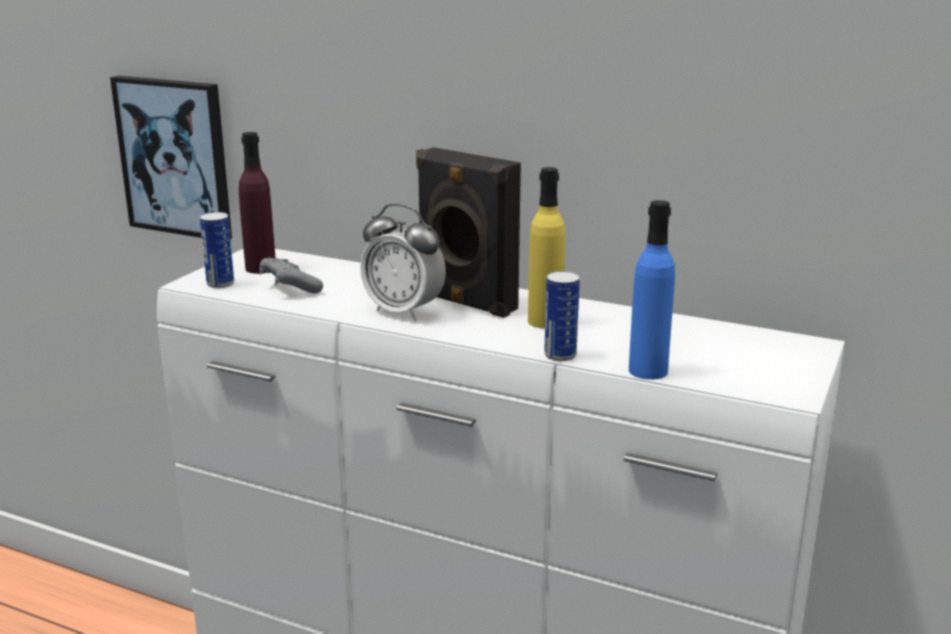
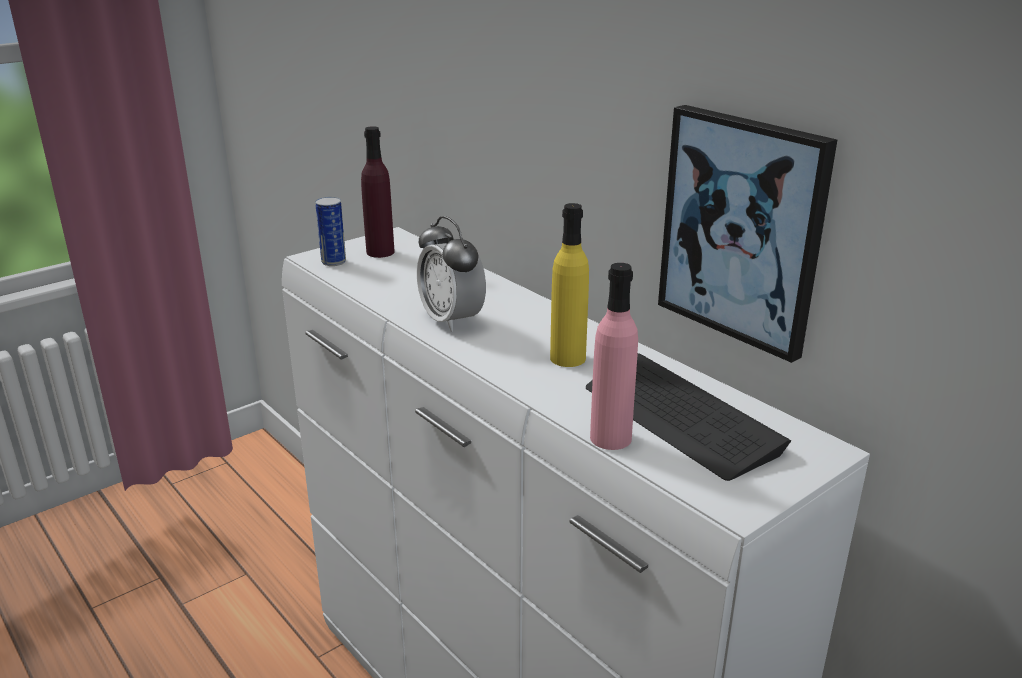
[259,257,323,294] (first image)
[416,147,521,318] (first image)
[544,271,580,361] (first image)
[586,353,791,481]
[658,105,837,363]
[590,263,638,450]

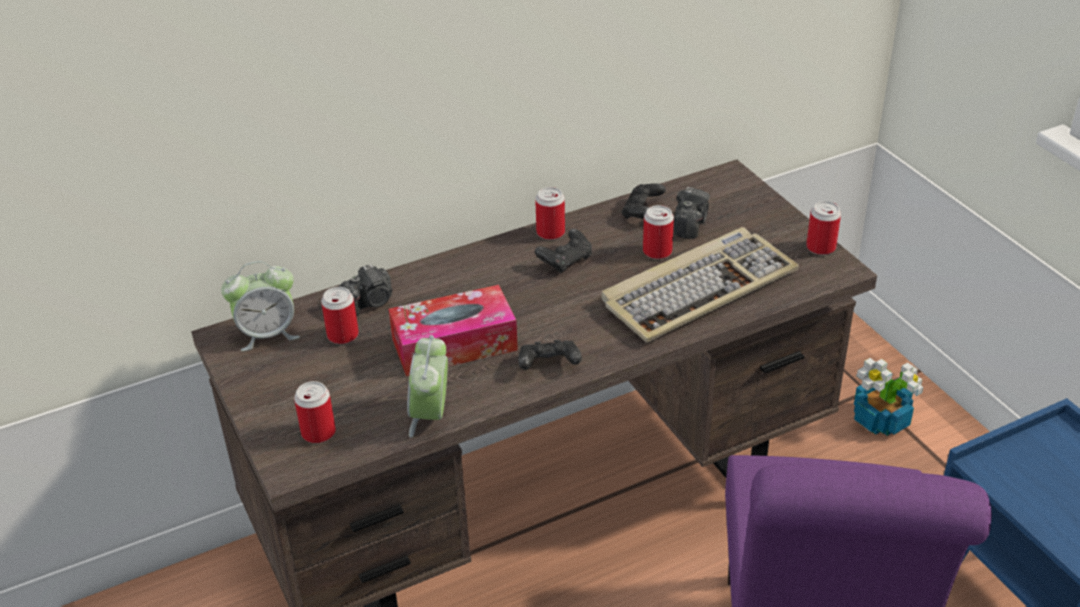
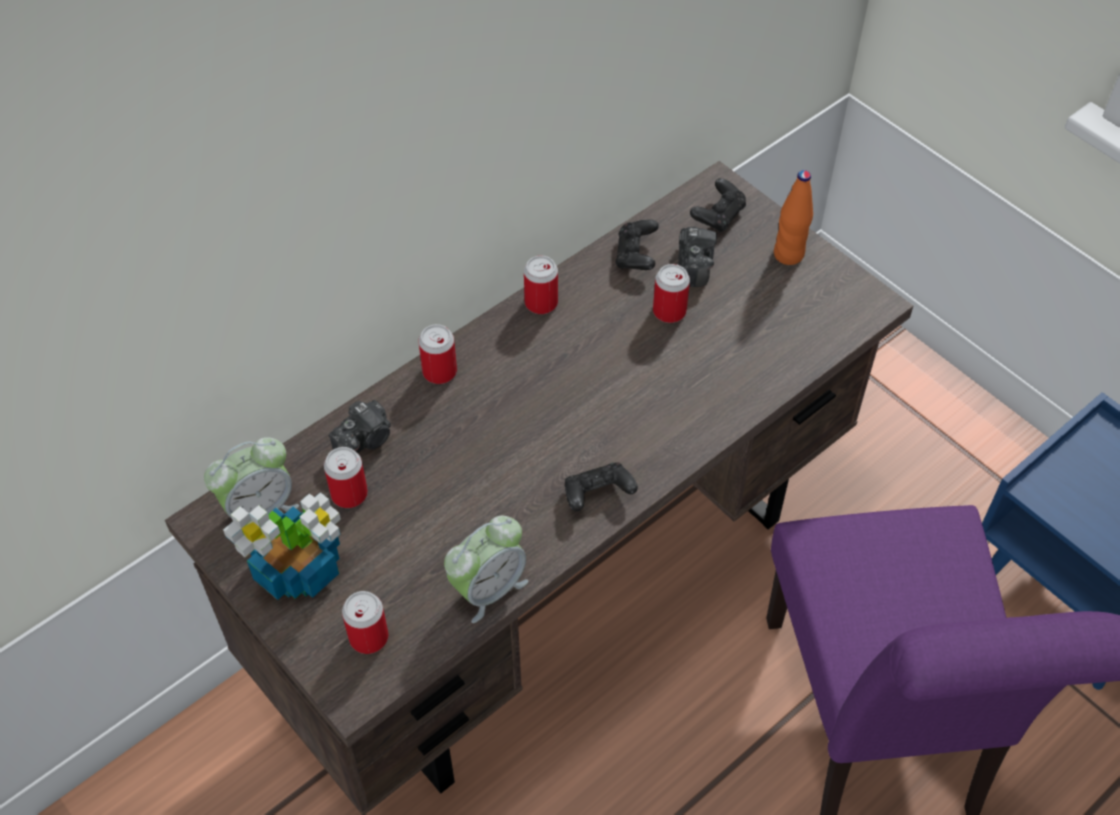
[389,285,518,376] (first image)
[601,227,799,343] (first image)
[774,170,813,265]
[690,178,746,233]
[418,324,457,384]
[223,492,341,600]
[444,516,528,623]

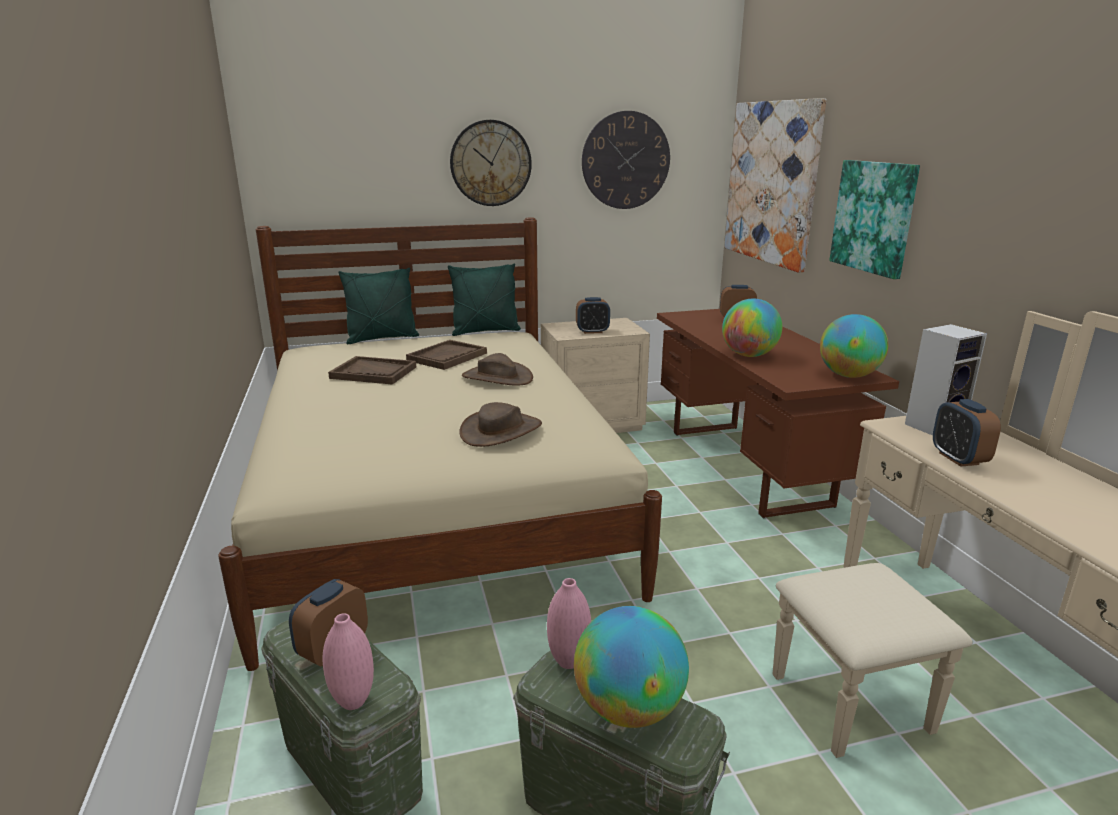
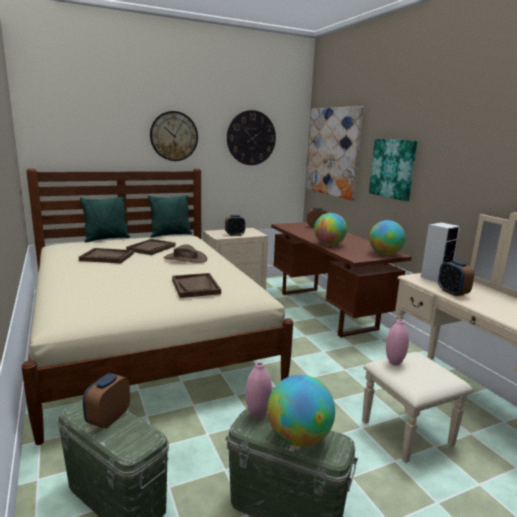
[386,319,409,365]
[172,273,221,298]

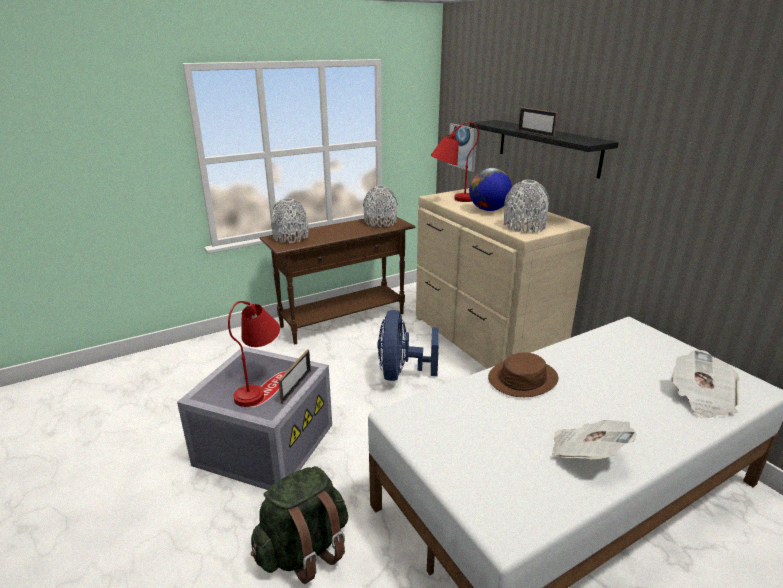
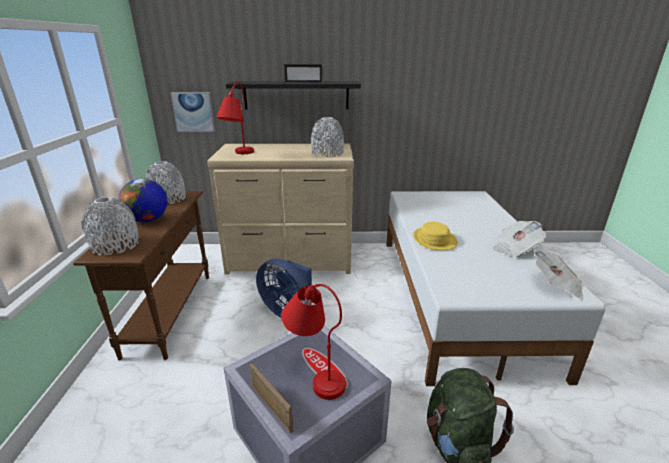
[250,363,293,433]
[118,179,167,223]
[534,250,583,299]
[413,222,458,250]

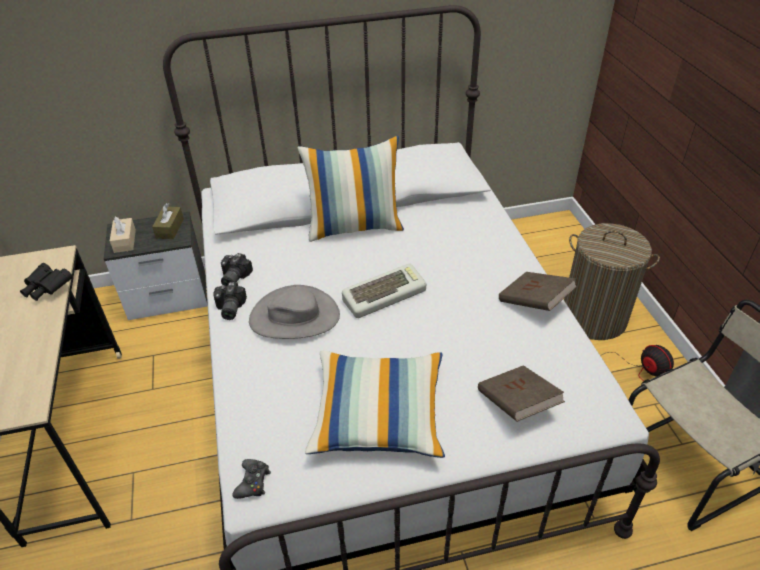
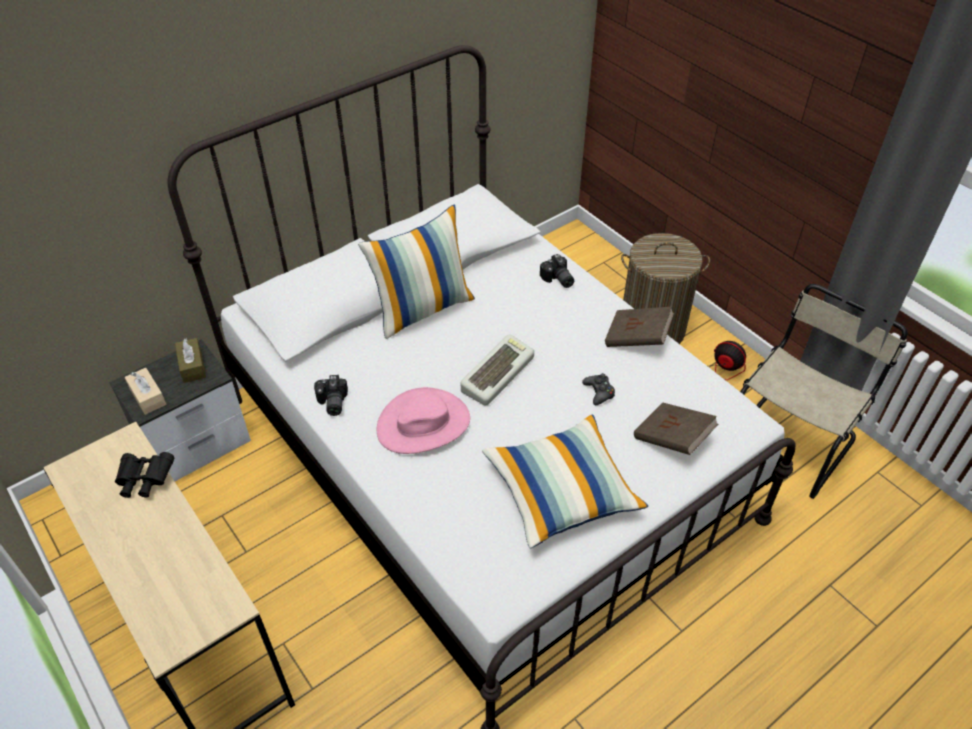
[540,254,574,288]
[582,373,615,405]
[377,387,470,454]

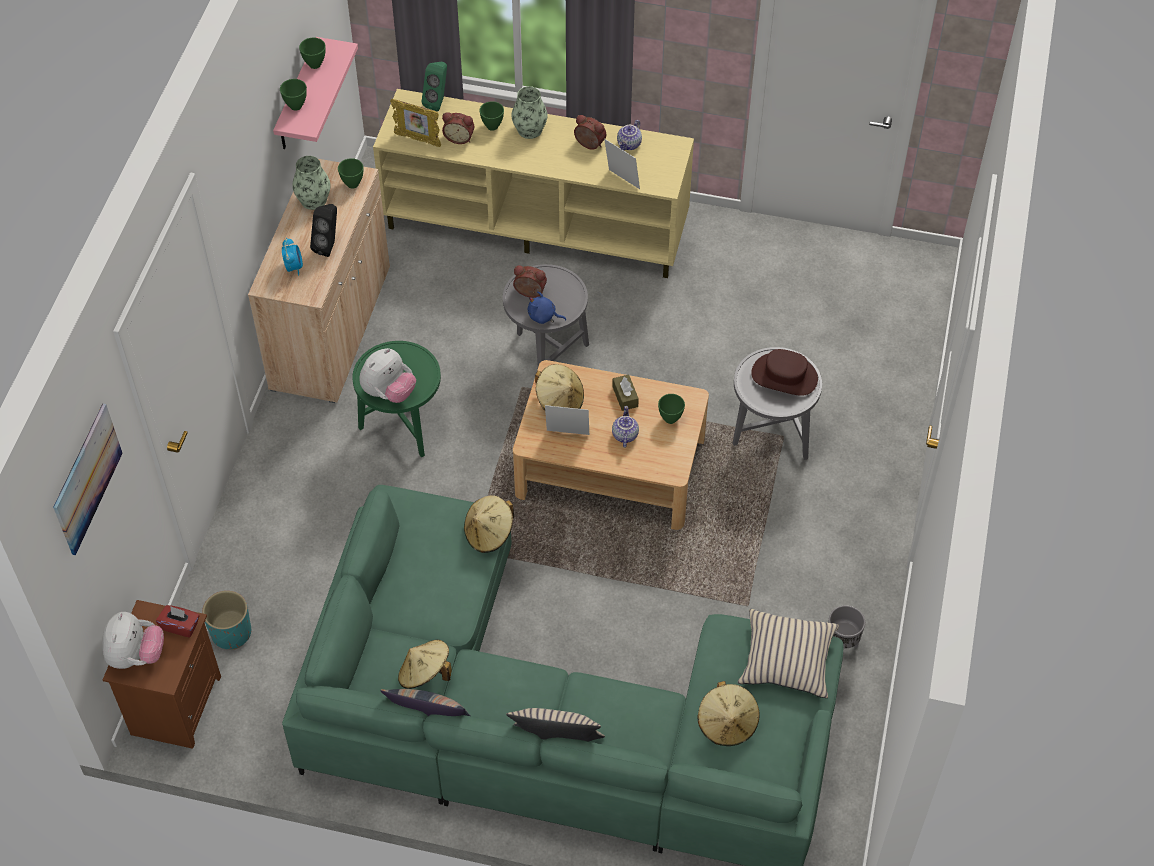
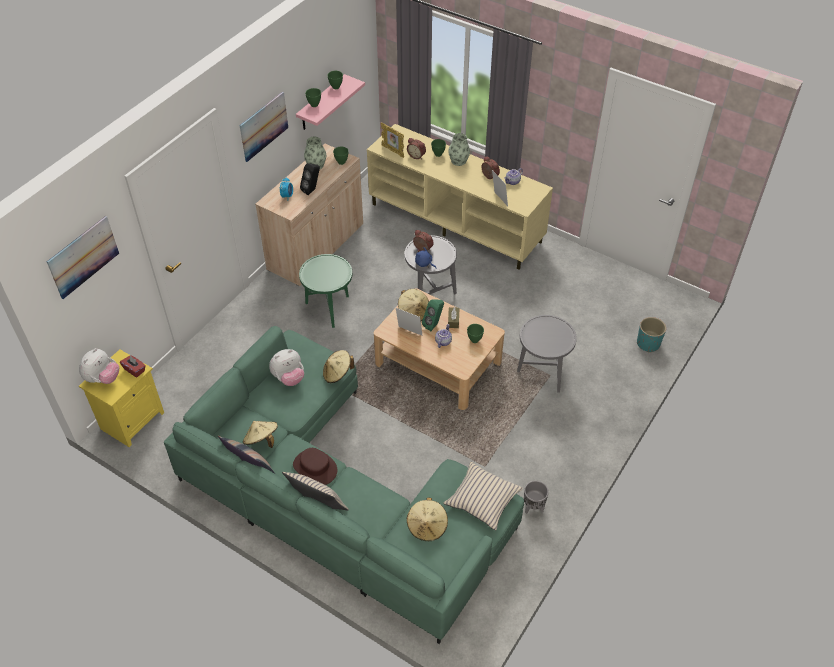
[239,91,288,162]
[637,317,666,353]
[269,349,304,386]
[422,299,444,331]
[293,448,337,485]
[79,349,164,447]

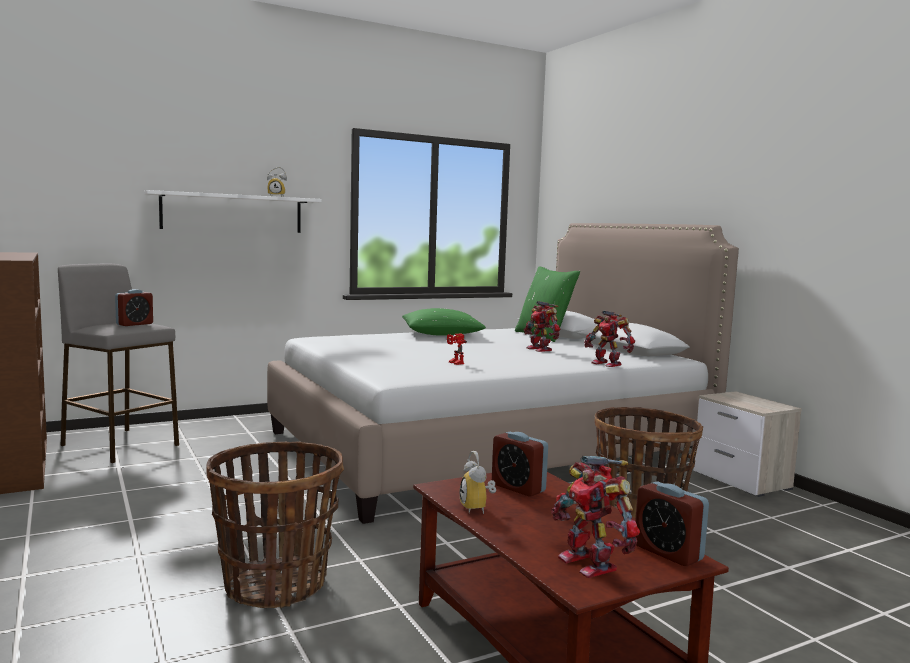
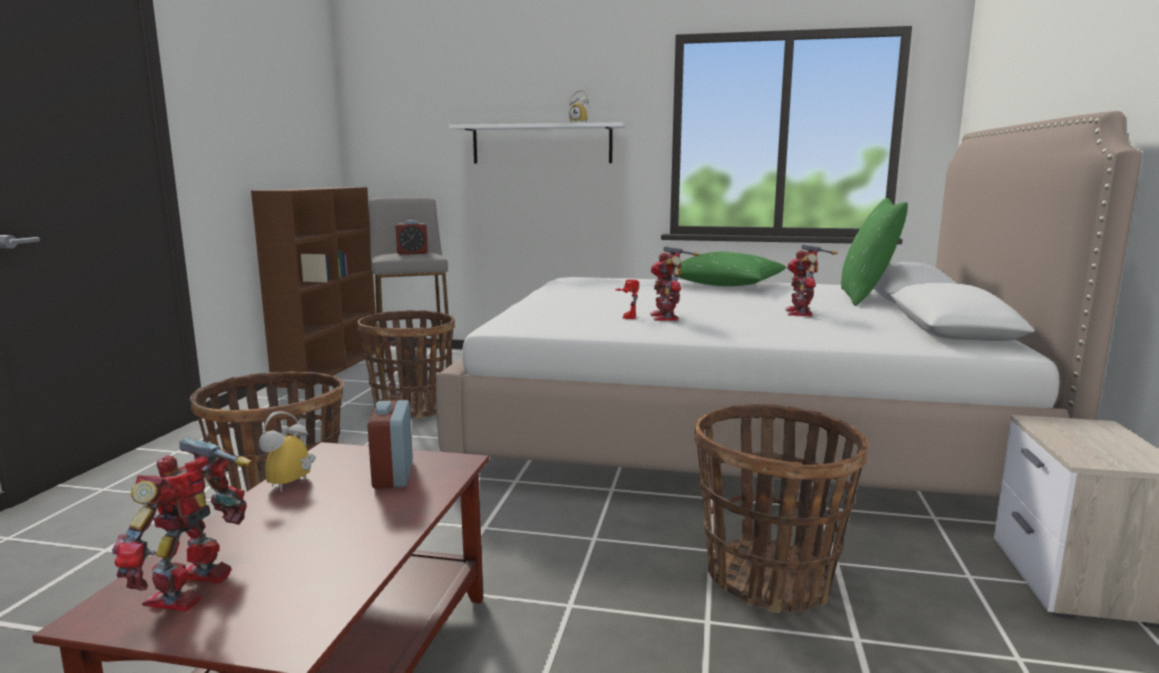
[635,481,709,566] (first image)
[357,310,455,419]
[650,246,700,321]

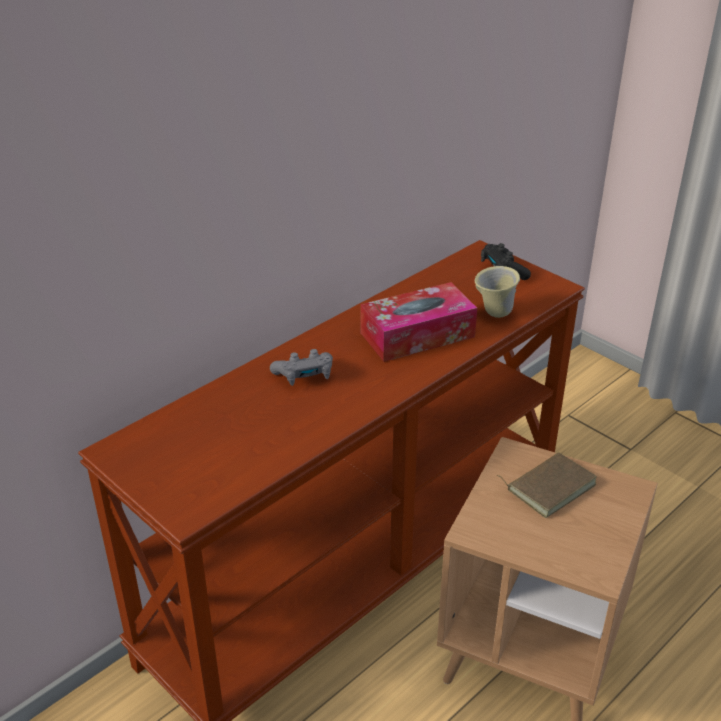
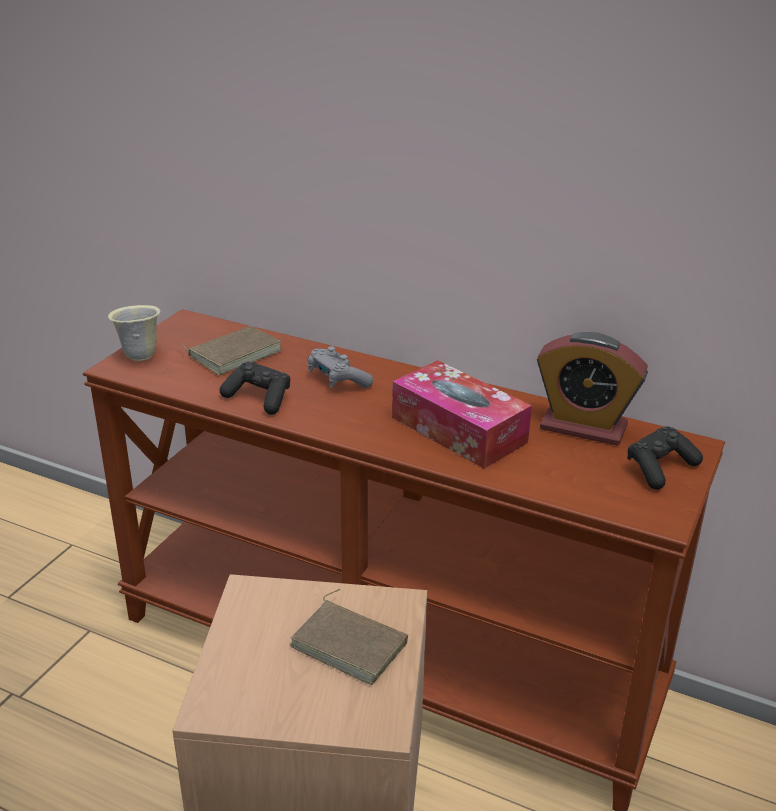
[179,326,281,375]
[219,362,290,415]
[537,332,648,446]
[108,305,160,361]

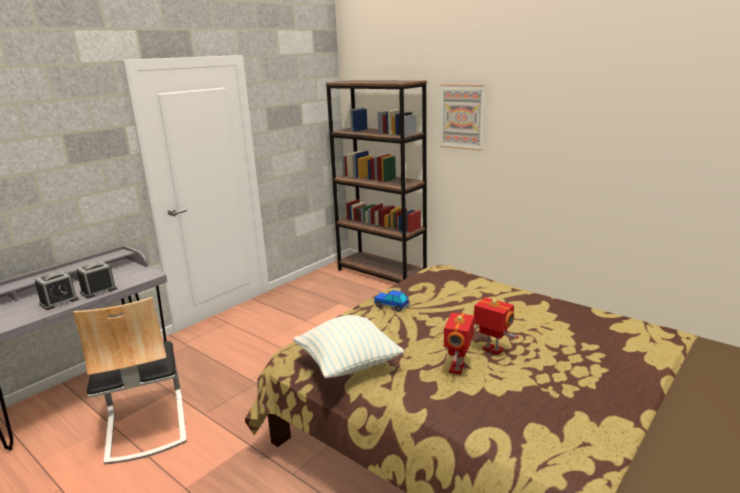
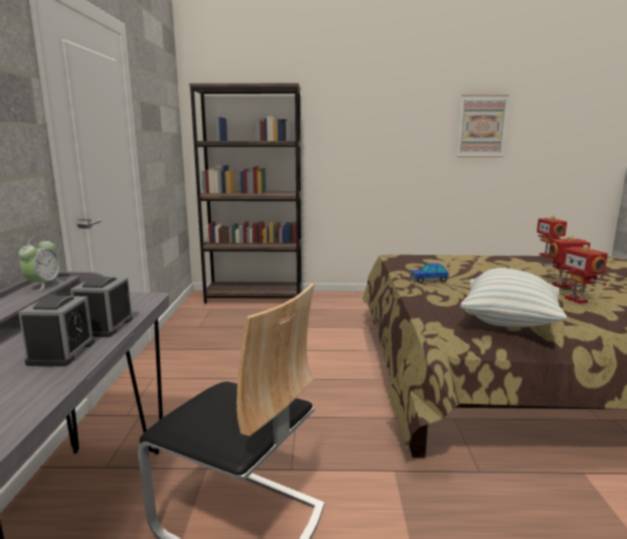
[19,237,63,291]
[537,216,567,258]
[457,95,509,157]

